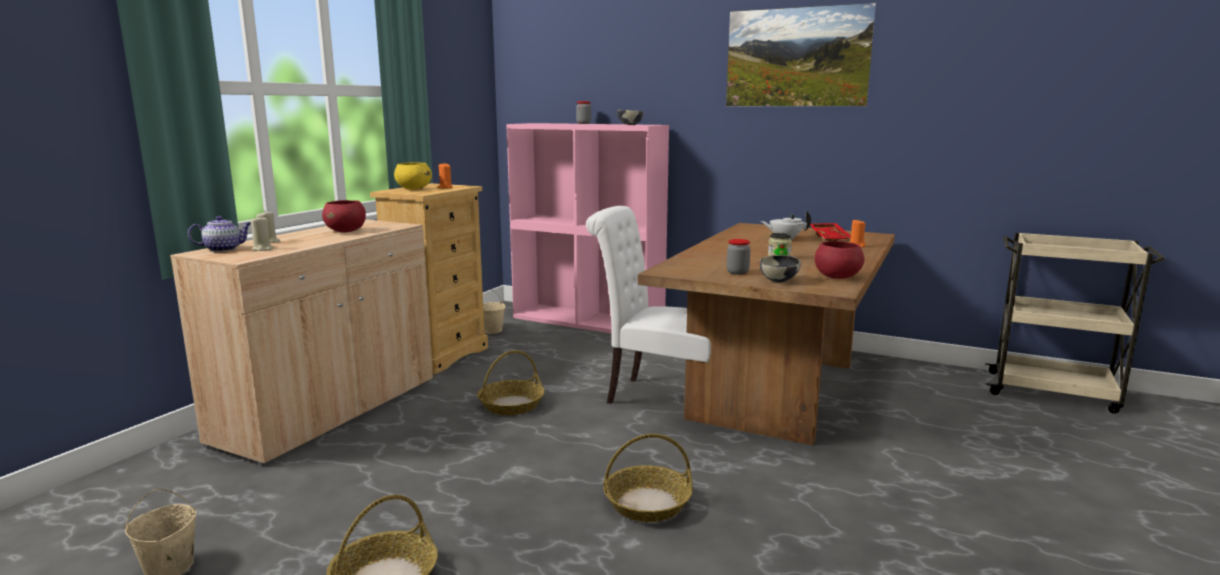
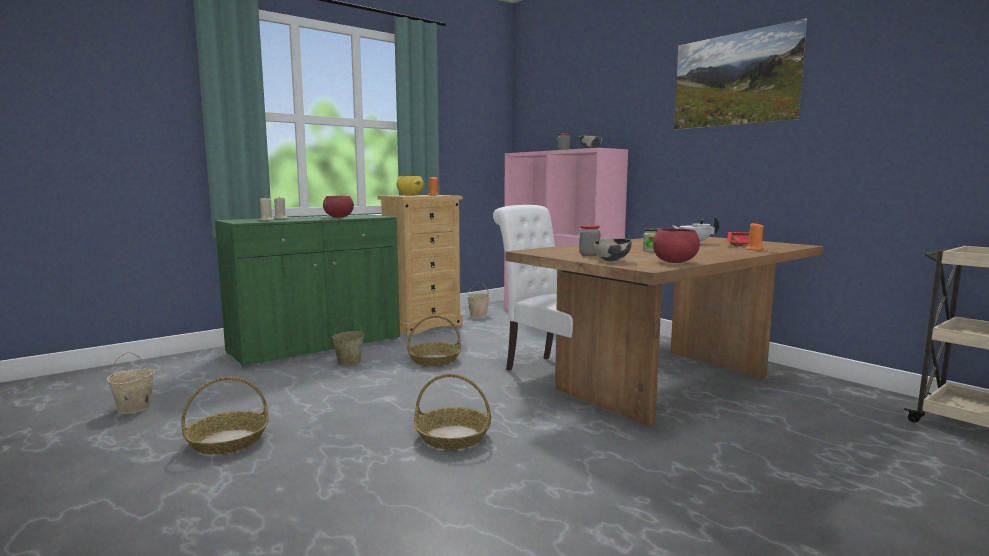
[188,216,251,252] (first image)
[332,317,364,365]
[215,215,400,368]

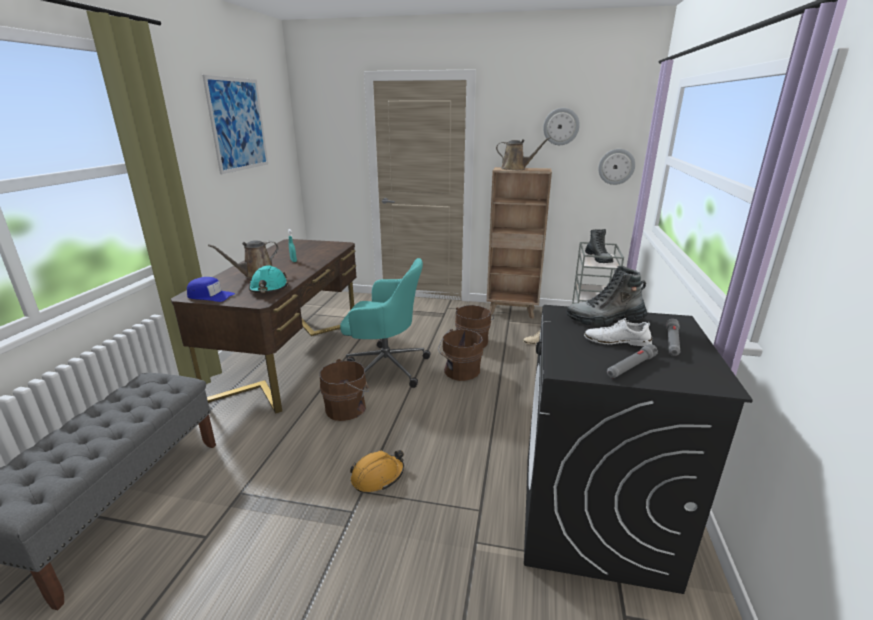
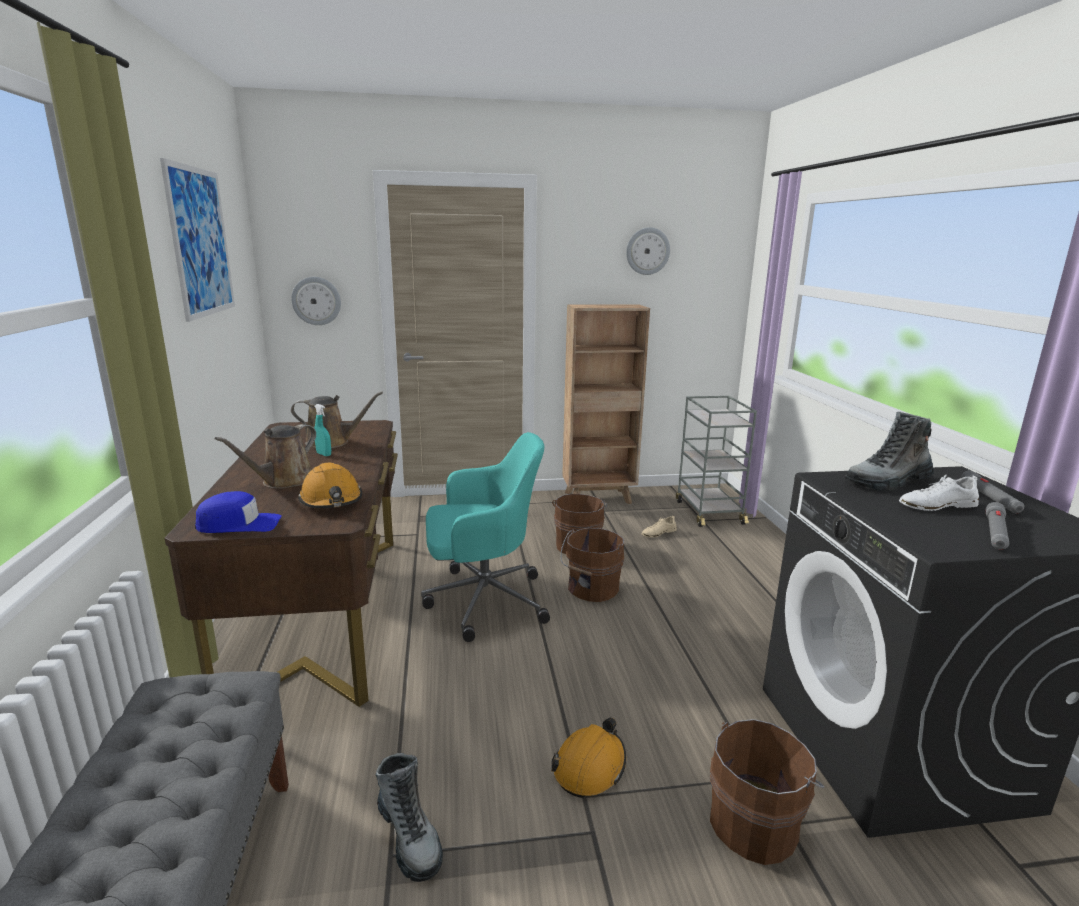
[710,719,825,865]
[291,391,383,448]
[376,753,443,882]
[291,277,341,325]
[298,462,362,508]

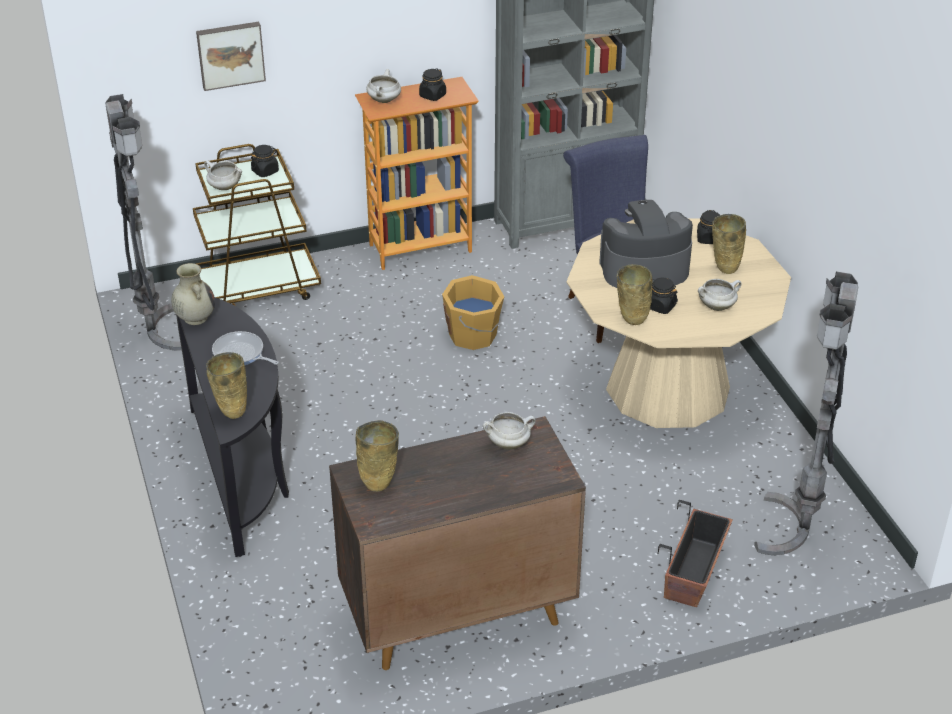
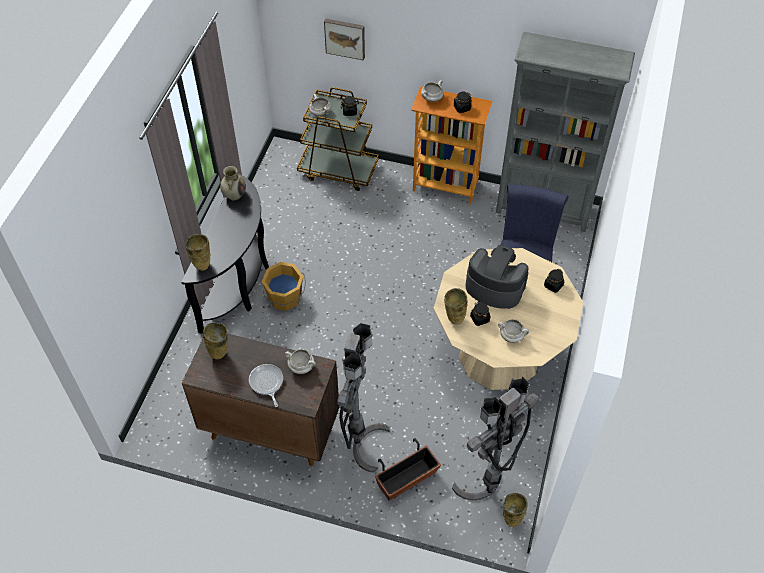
[337,323,390,473]
[249,364,283,407]
[262,262,306,311]
[503,493,528,527]

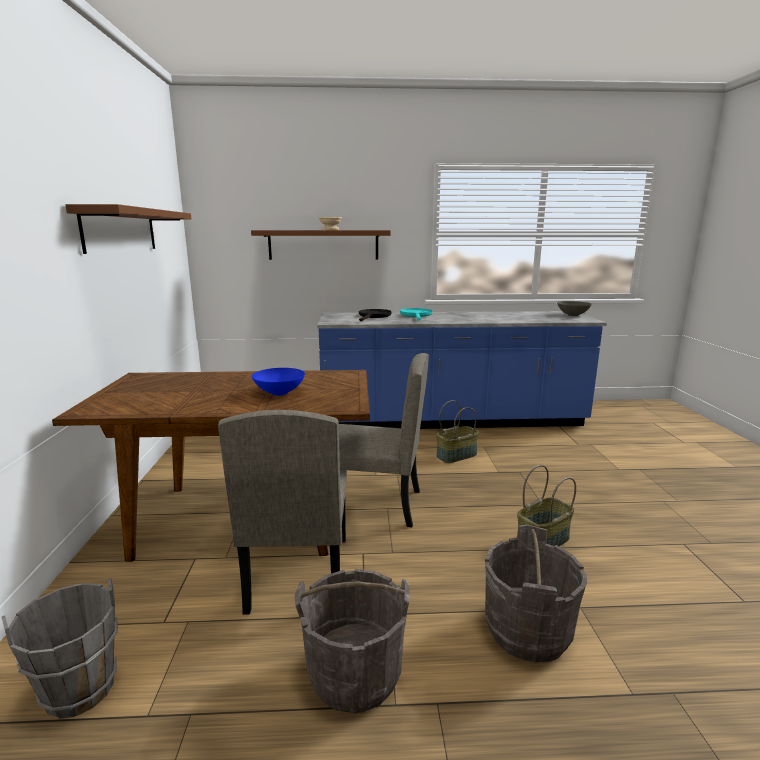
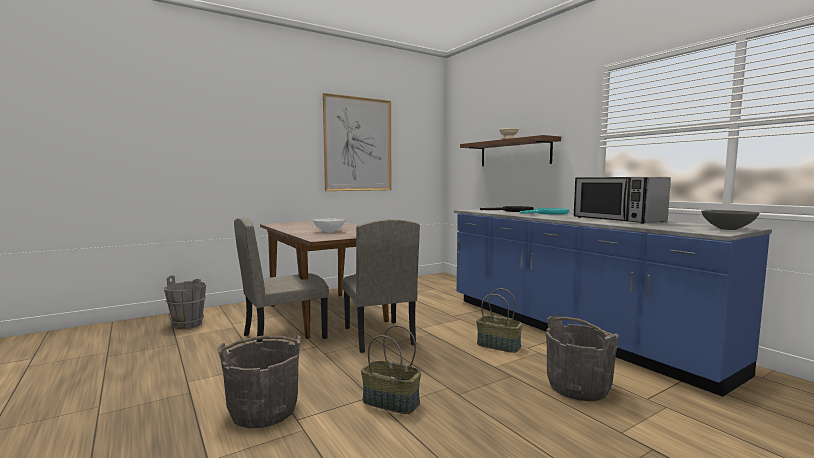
[574,177,671,224]
[546,316,619,401]
[323,93,391,191]
[313,218,346,232]

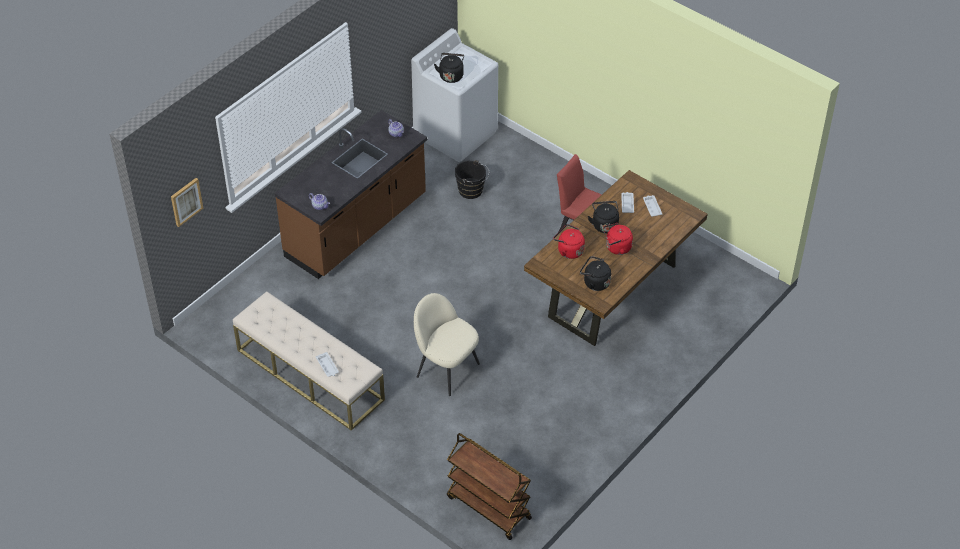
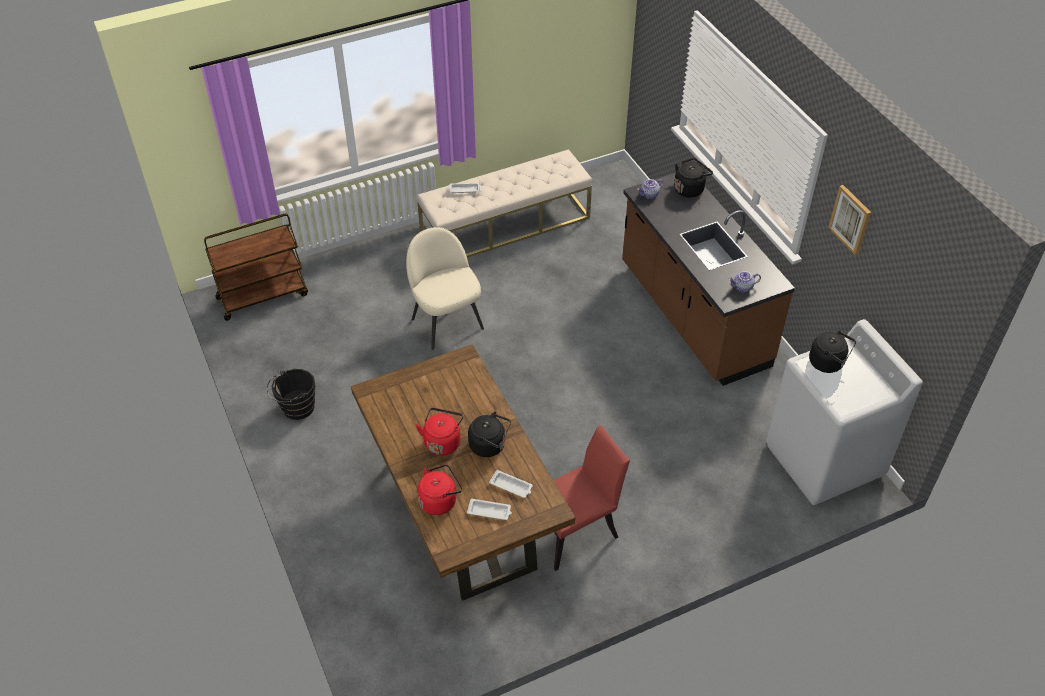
[828,185,871,255]
[267,369,315,420]
[417,464,462,515]
[674,158,713,198]
[406,227,484,350]

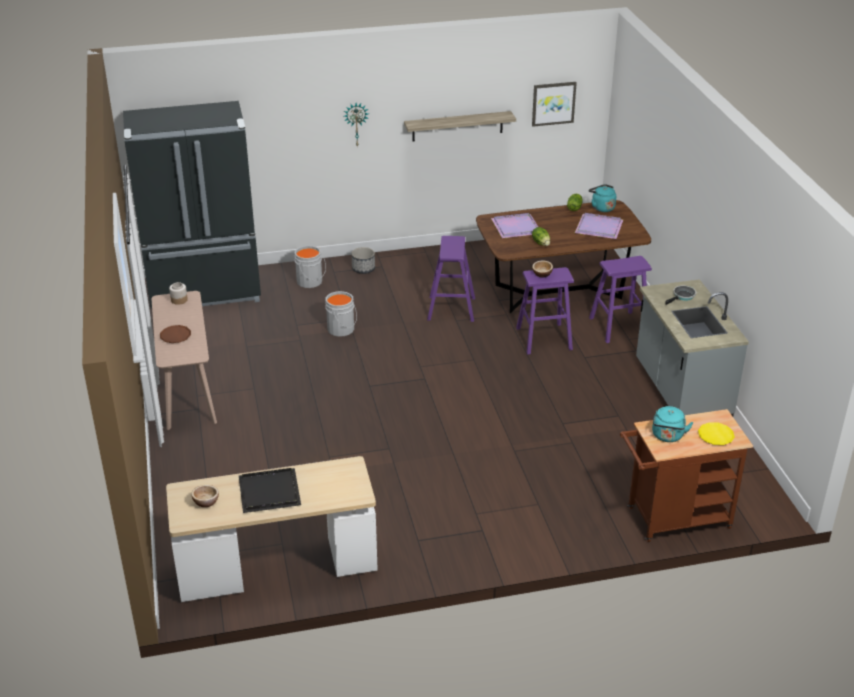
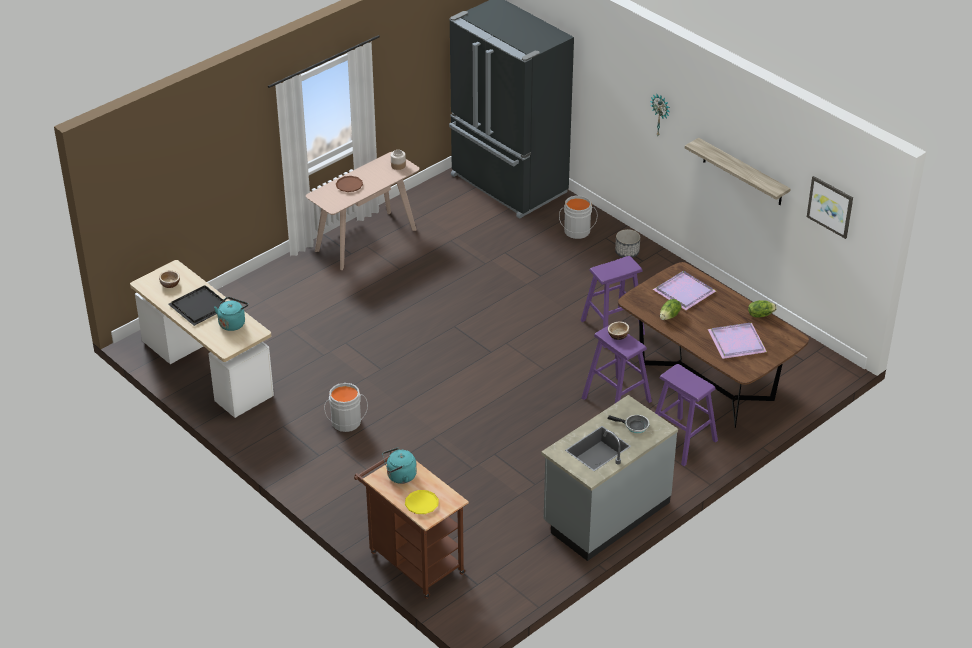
[324,383,368,432]
[214,297,248,331]

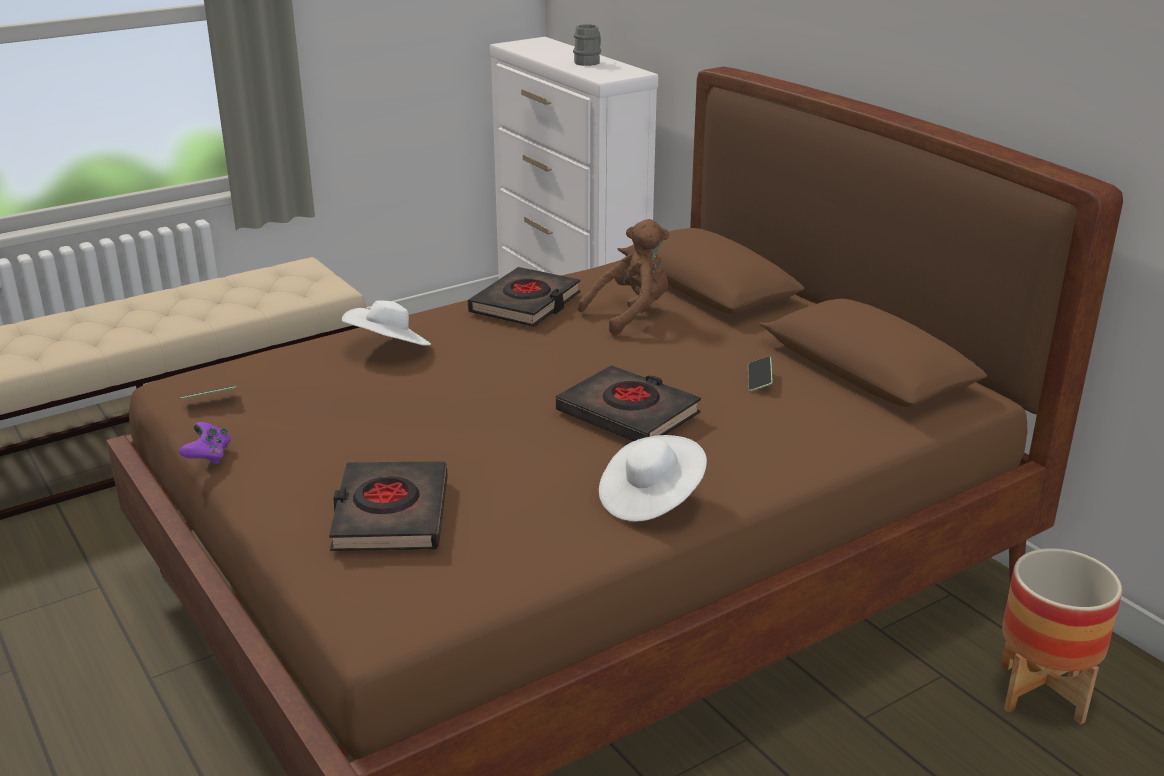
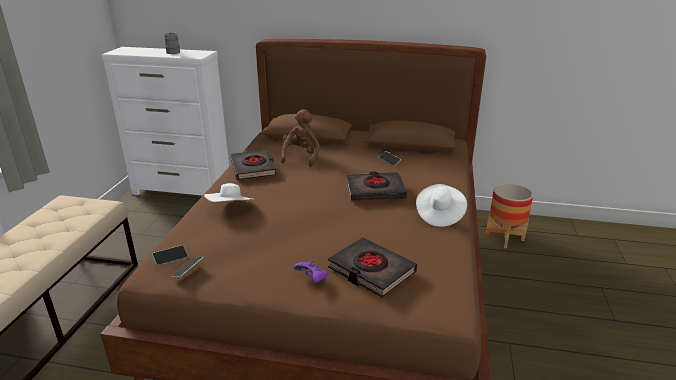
[152,245,188,266]
[294,261,328,283]

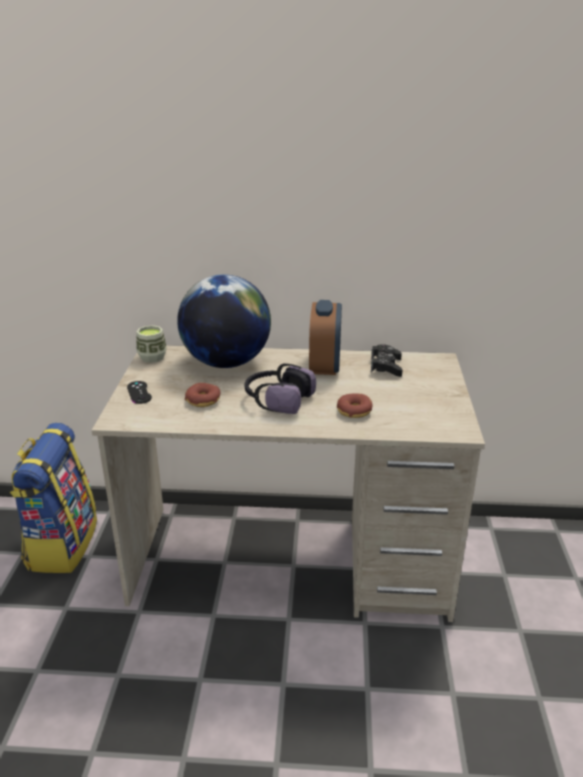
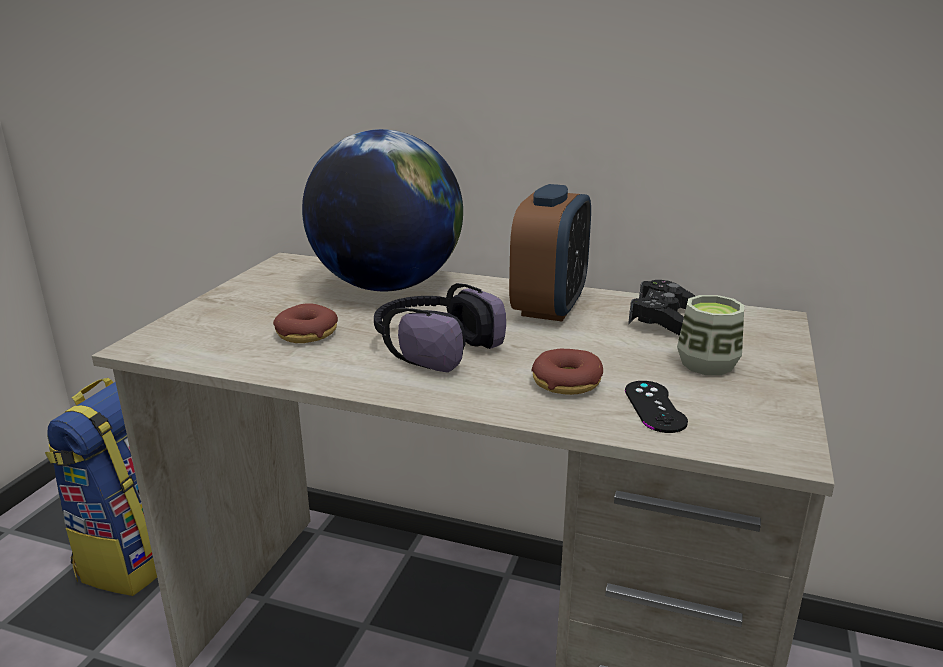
[625,381,688,433]
[677,295,744,375]

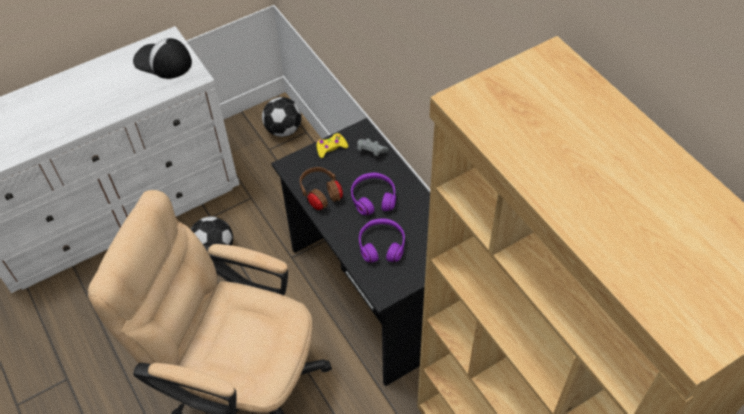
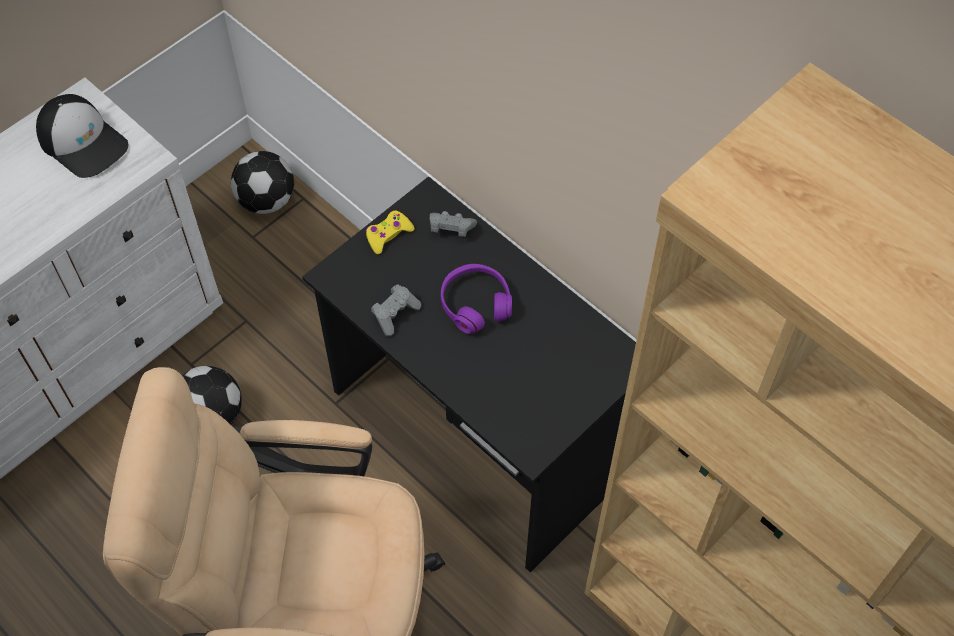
[359,218,405,263] (first image)
[371,284,421,336]
[36,94,128,178]

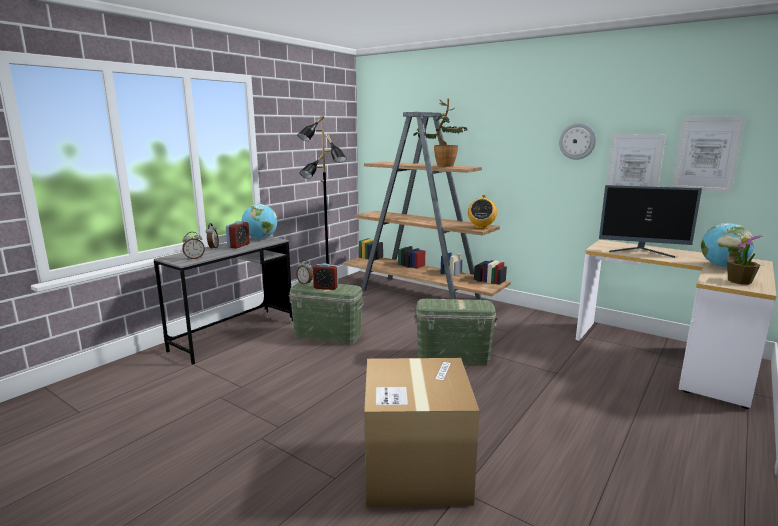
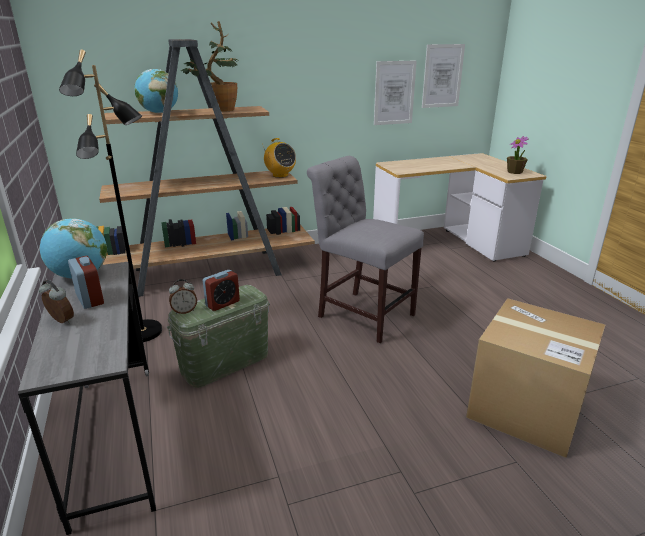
[182,232,205,260] (first image)
[559,123,596,160] (first image)
[599,185,702,258] (first image)
[134,69,178,113]
[307,156,424,343]

